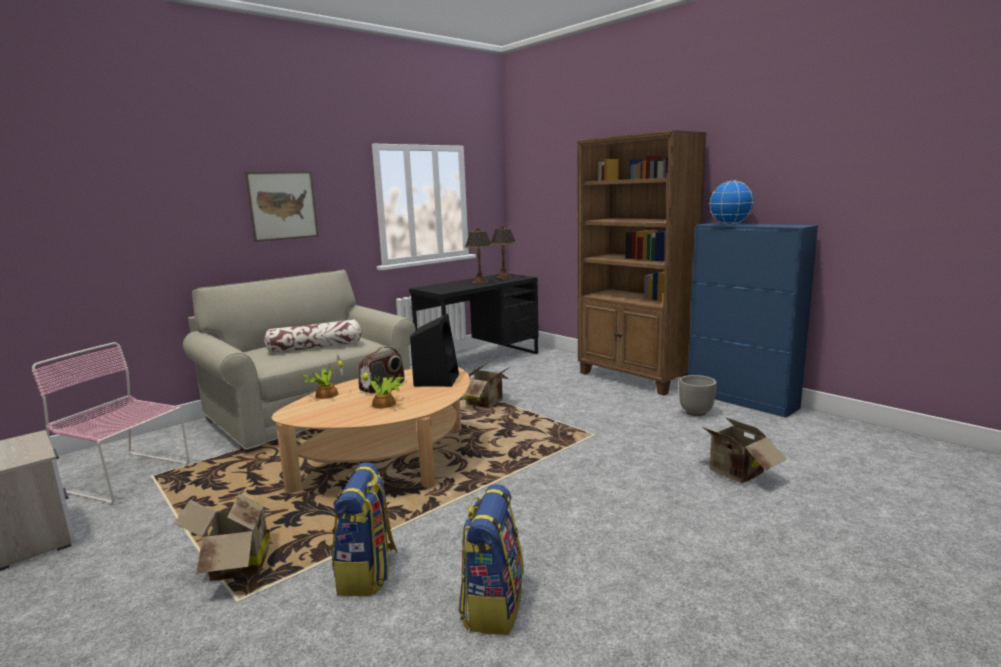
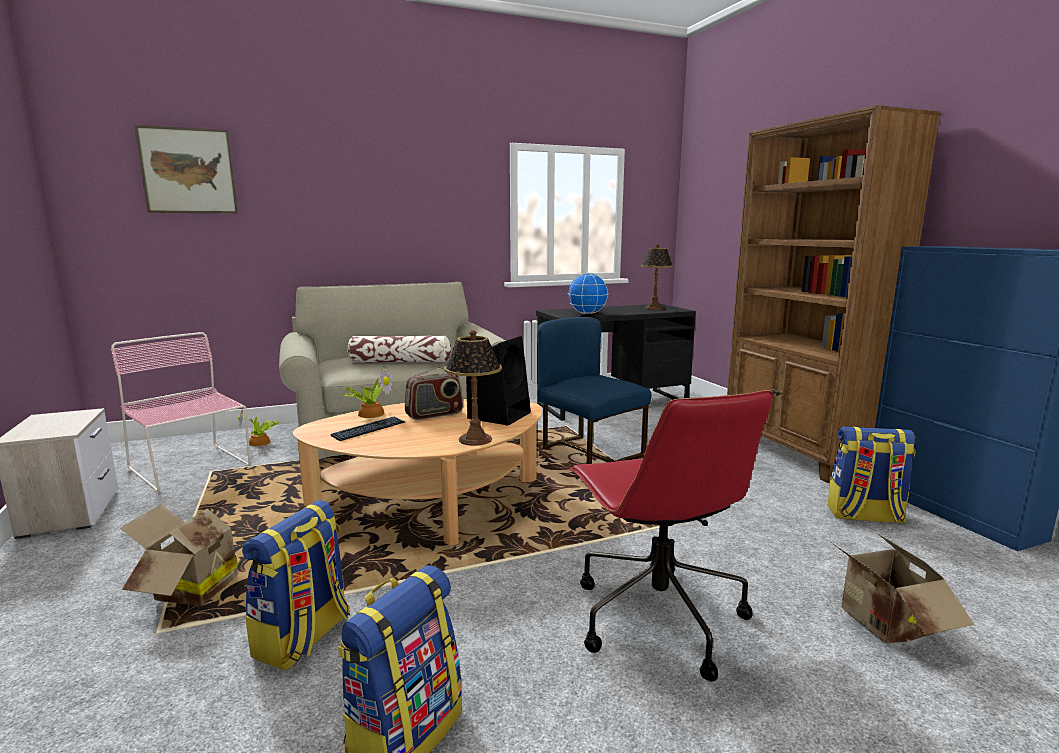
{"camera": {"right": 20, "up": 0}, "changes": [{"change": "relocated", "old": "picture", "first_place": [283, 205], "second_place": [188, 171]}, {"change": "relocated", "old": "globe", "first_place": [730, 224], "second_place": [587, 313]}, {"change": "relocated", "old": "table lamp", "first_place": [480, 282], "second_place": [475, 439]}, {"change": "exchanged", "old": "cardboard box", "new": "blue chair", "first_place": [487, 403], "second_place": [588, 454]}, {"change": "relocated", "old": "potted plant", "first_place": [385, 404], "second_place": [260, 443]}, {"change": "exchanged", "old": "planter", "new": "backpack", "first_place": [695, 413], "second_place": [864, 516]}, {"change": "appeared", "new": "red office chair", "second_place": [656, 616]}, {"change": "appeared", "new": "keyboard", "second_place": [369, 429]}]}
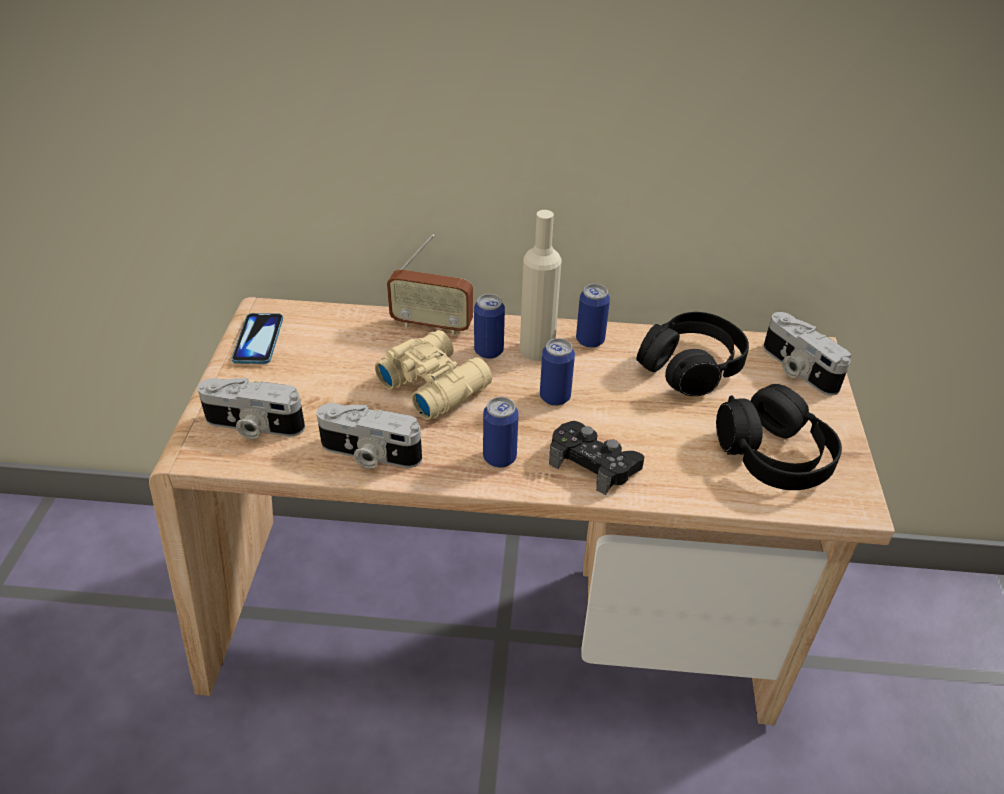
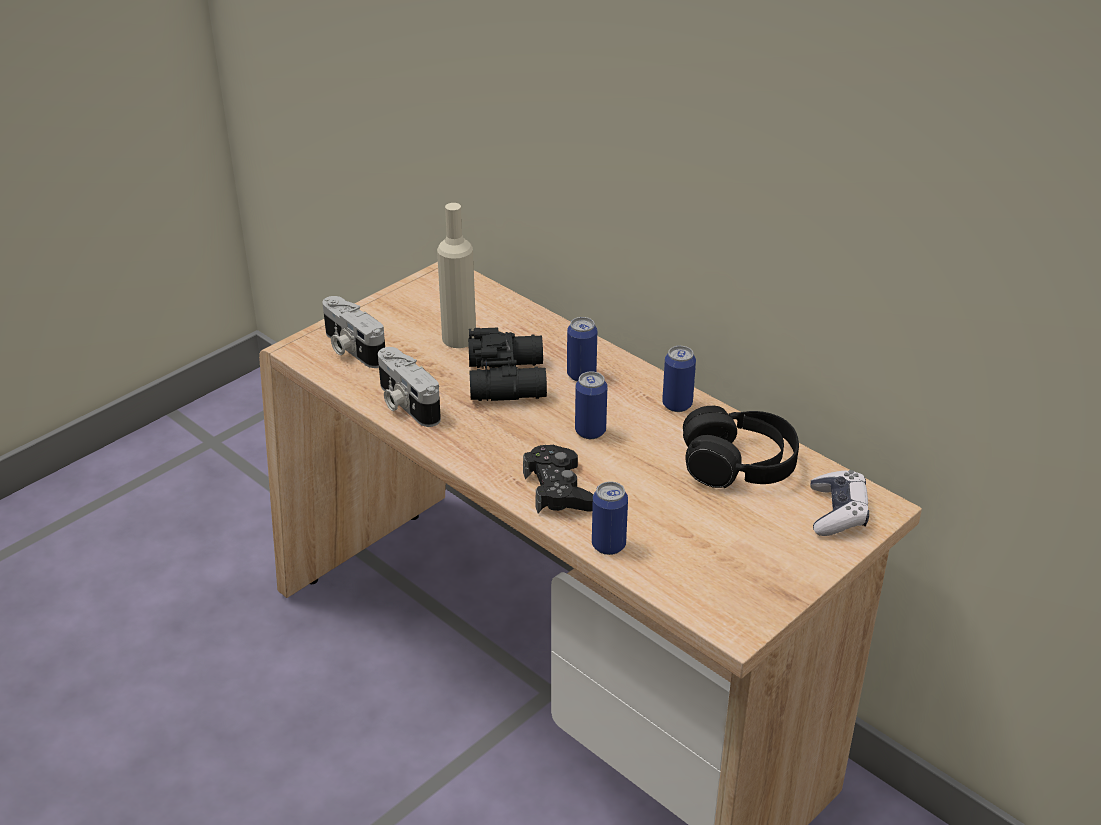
{"camera": {"right": 40, "up": -5}, "changes": [{"change": "relocated", "old": "beige bottle", "first_place": [537, 349], "second_place": [459, 338]}, {"change": "missing", "old": "radio", "first_place": [431, 325]}, {"change": "exchanged", "old": "photo camera", "new": "game controller", "first_place": [796, 369], "second_place": [837, 512]}, {"change": "missing", "old": "phone", "first_place": [258, 340]}, {"change": "colour", "old": "beige binoculars", "new": "black binoculars", "first_place": [434, 383], "second_place": [509, 379]}, {"change": "missing", "old": "black headphones", "first_place": [773, 455]}, {"change": "relocated", "old": "can", "first_place": [499, 457], "second_place": [608, 545]}]}
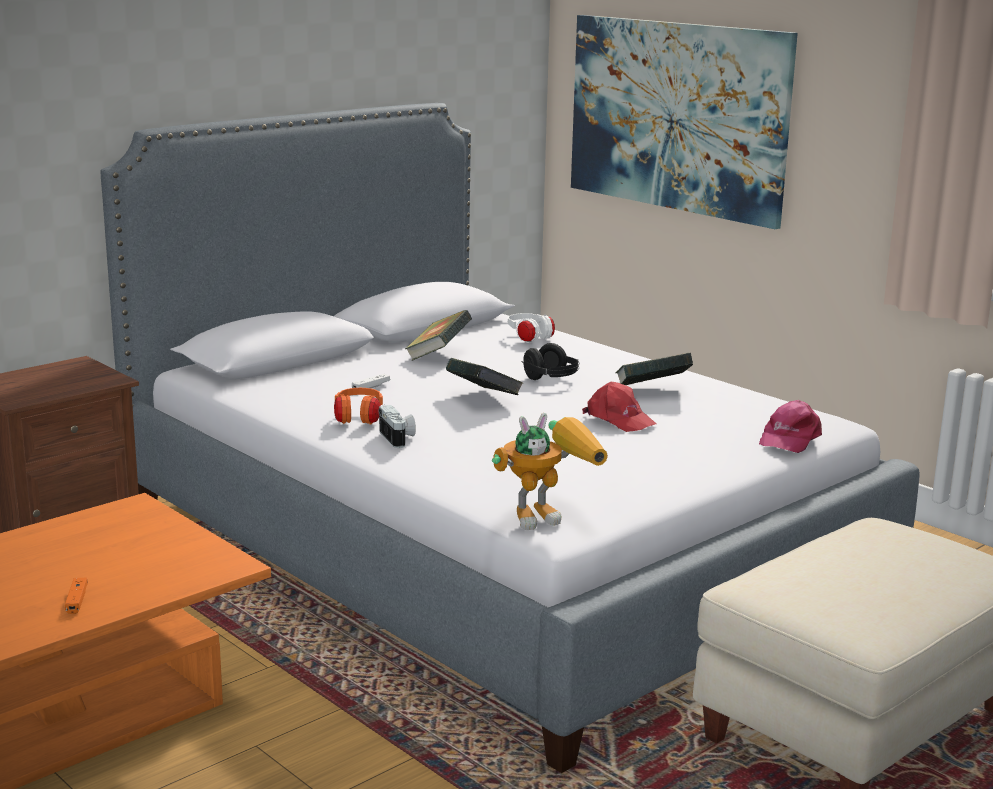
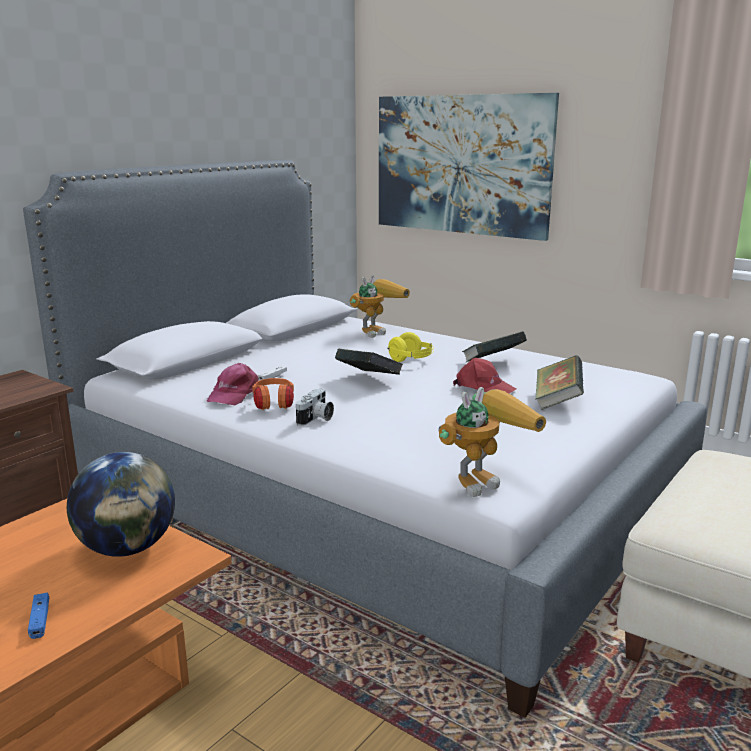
{"camera": {"right": -10, "up": 0}, "changes": [{"change": "relocated", "old": "book", "first_place": [438, 355], "second_place": [557, 401]}, {"change": "exchanged", "old": "white headphones", "new": "toy robot", "first_place": [529, 338], "second_place": [376, 331]}, {"change": "colour", "old": "black headphones", "new": "yellow headphones", "first_place": [551, 379], "second_place": [411, 360]}, {"change": "relocated", "old": "pink cap", "first_place": [789, 439], "second_place": [234, 394]}, {"change": "spun", "old": "photo camera", "first_place": [399, 438], "second_place": [316, 419], "degrees": 60}, {"change": "colour", "old": "orange game controller", "new": "blue game controller", "first_place": [77, 601], "second_place": [40, 620]}, {"change": "appeared", "new": "globe", "second_place": [127, 548]}]}
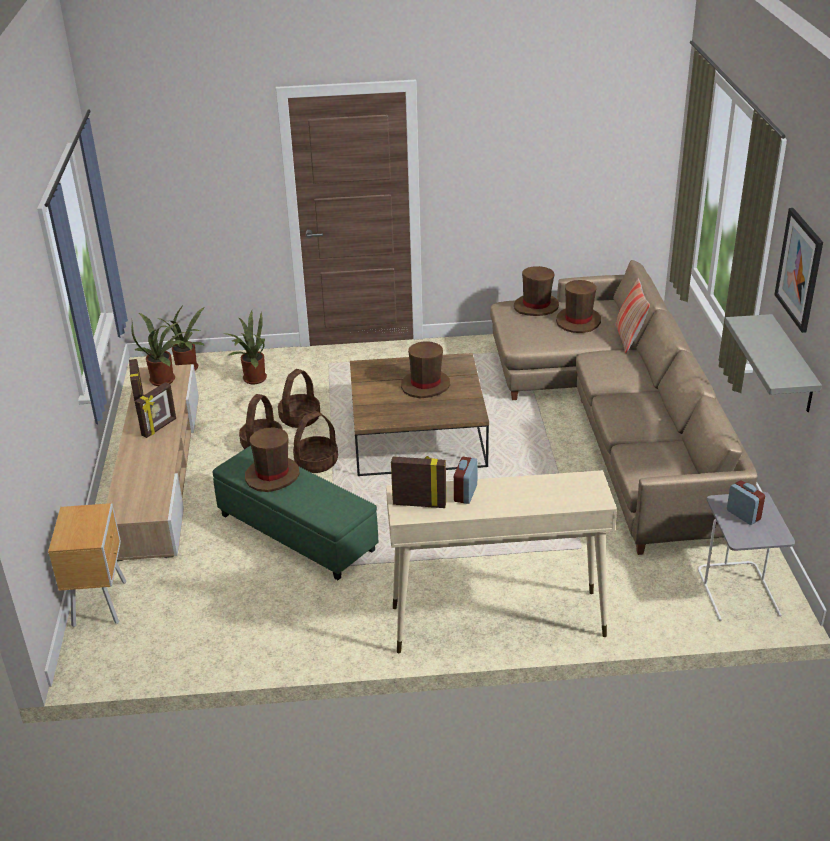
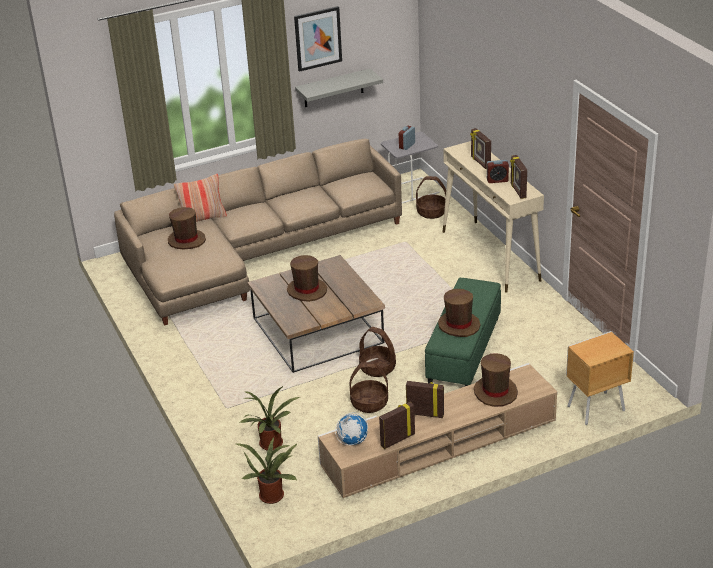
{"camera": {"right": -110, "up": 0}, "changes": [{"change": "relocated", "old": "brown hat", "first_place": [536, 306], "second_place": [495, 392]}, {"change": "exchanged", "old": "potted plant", "new": "globe", "first_place": [165, 379], "second_place": [352, 441]}, {"change": "relocated", "old": "basket", "first_place": [299, 418], "second_place": [431, 212]}, {"change": "appeared", "new": "picture frame", "second_place": [480, 162]}]}
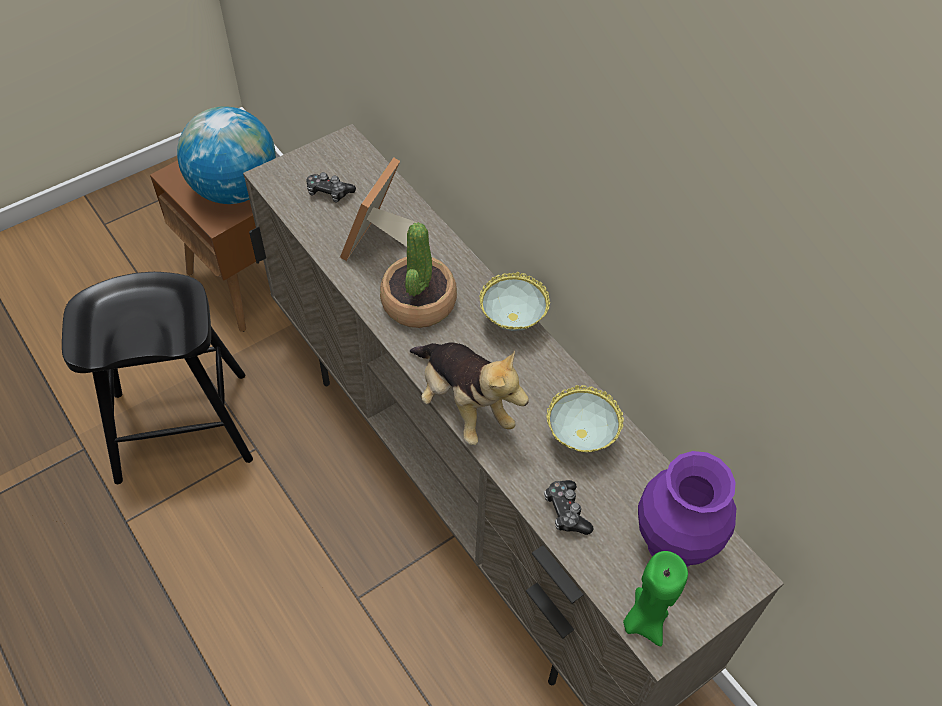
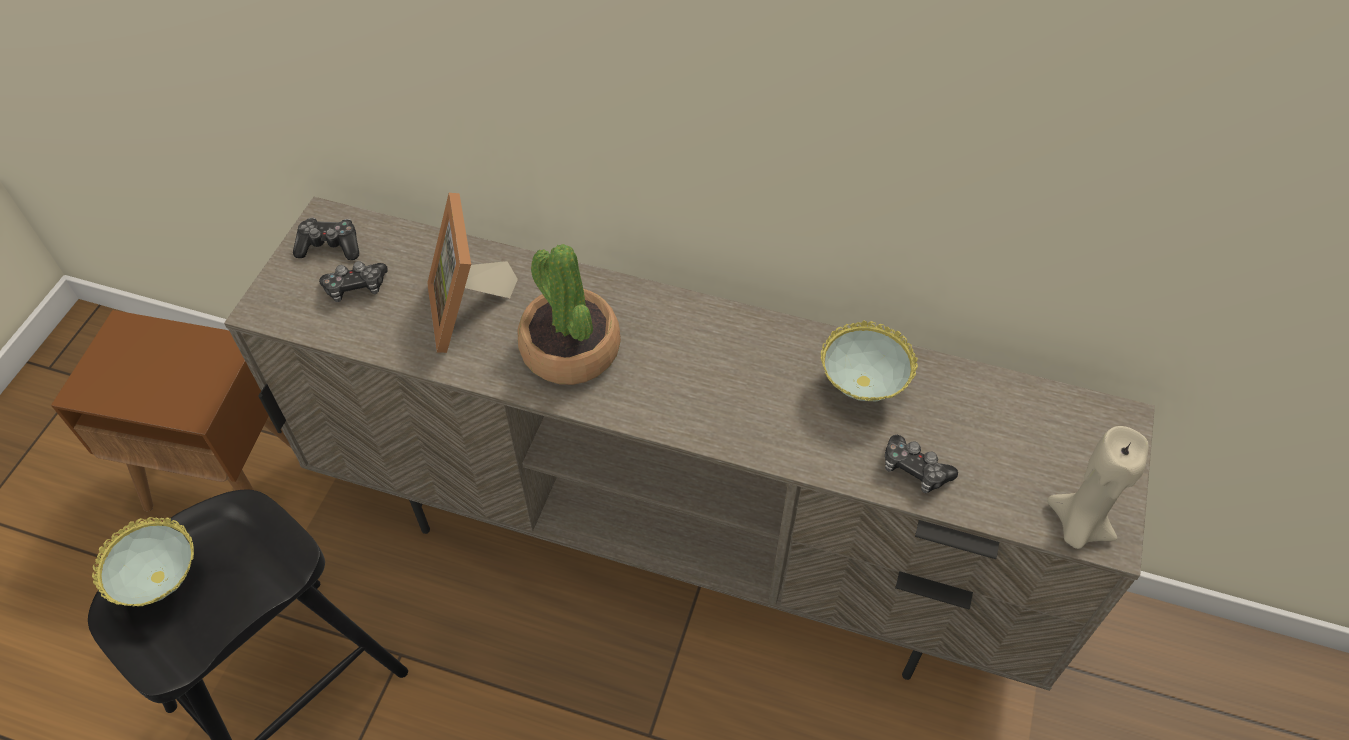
{"camera": {"right": -35, "up": 0}, "changes": [{"change": "missing", "old": "globe", "first_place": [235, 189]}, {"change": "relocated", "old": "bowl", "first_place": [512, 322], "second_place": [162, 582]}, {"change": "missing", "old": "plush toy", "first_place": [463, 404]}, {"change": "missing", "old": "purple vase", "first_place": [672, 543]}, {"change": "colour", "old": "green candle", "new": "beige candle", "first_place": [644, 620], "second_place": [1077, 526]}, {"change": "appeared", "new": "game controller", "second_place": [330, 246]}]}
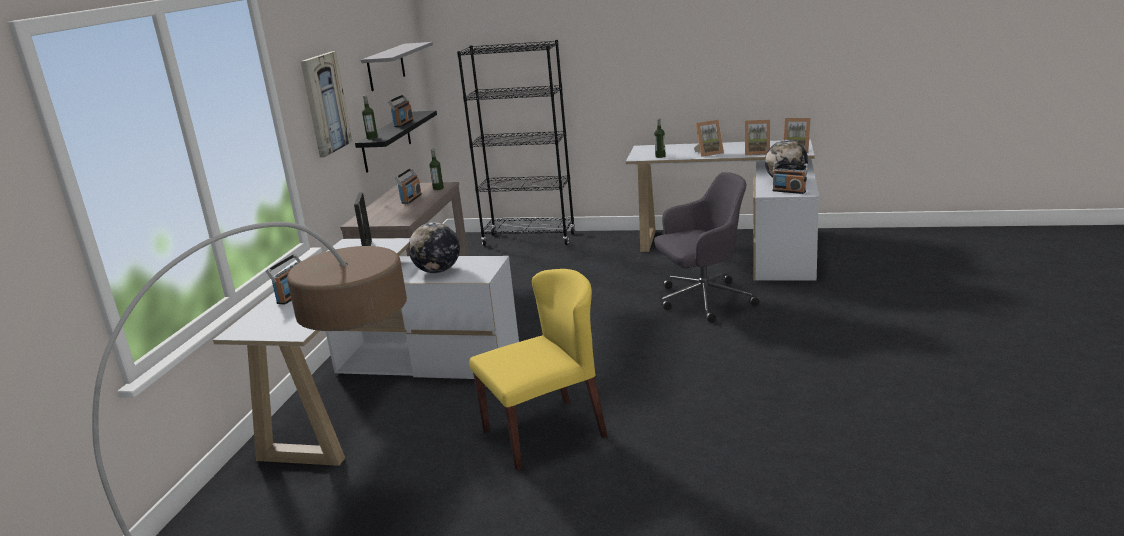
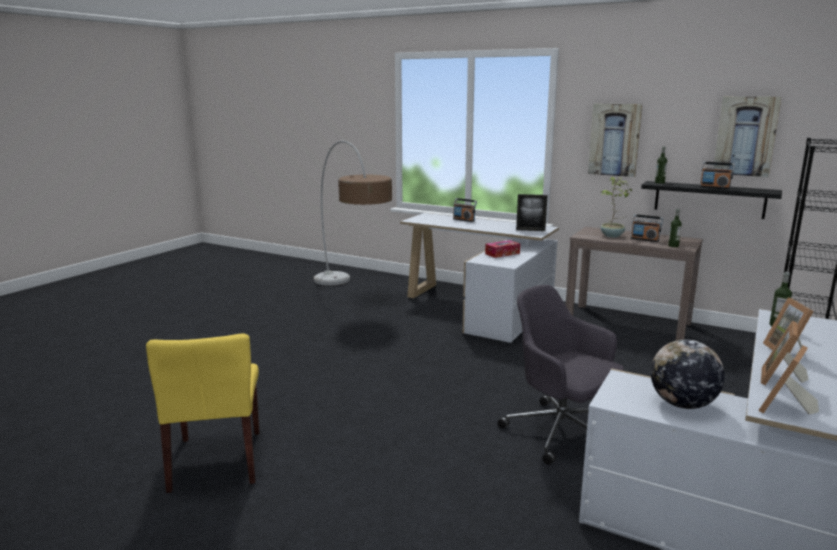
{"camera": {"right": 105, "up": -5}, "changes": [{"change": "exchanged", "old": "grey shelf", "new": "picture", "first_place": [386, 67], "second_place": [746, 136]}, {"change": "missing", "old": "radio", "first_place": [789, 191]}, {"change": "spun", "old": "grey office chair", "first_place": [702, 300], "second_place": [561, 432], "degrees": 135}, {"change": "exchanged", "old": "globe", "new": "tissue box", "first_place": [437, 271], "second_place": [502, 254]}, {"change": "relocated", "old": "yellow chair", "first_place": [545, 433], "second_place": [217, 460]}, {"change": "appeared", "new": "potted plant", "second_place": [612, 236]}]}
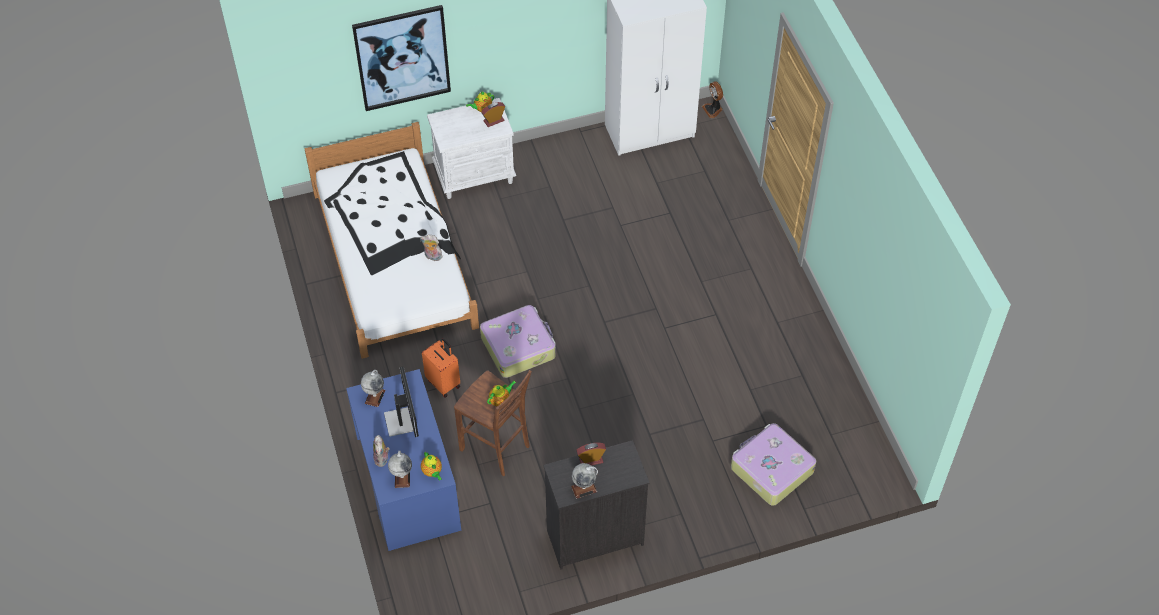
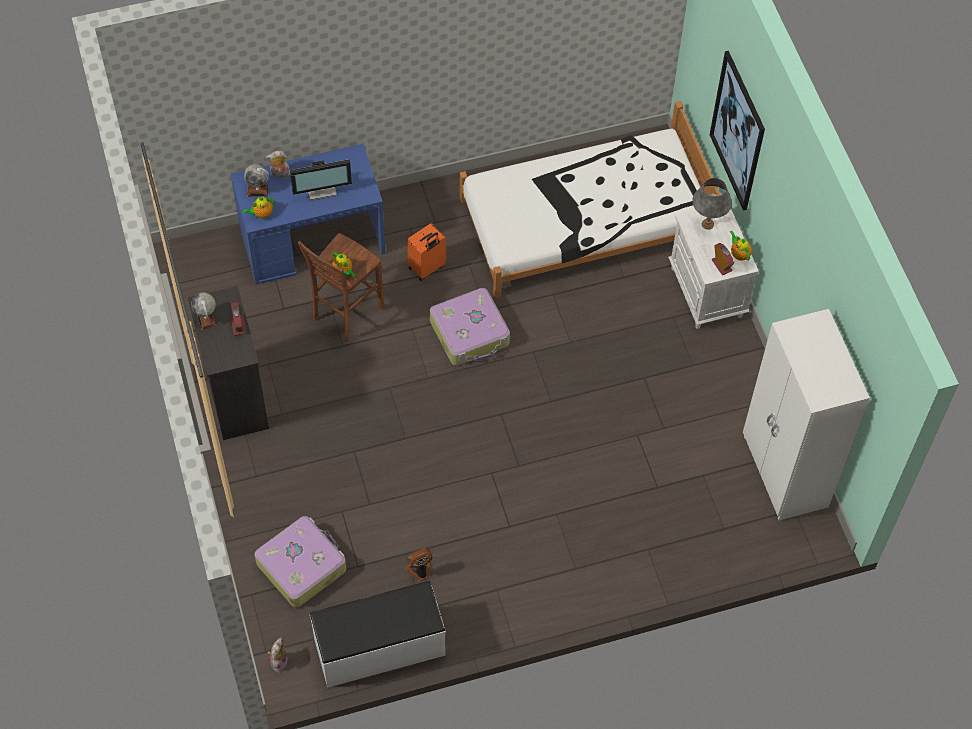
{"camera": {"right": 90, "up": 5}, "changes": [{"change": "relocated", "old": "fan", "first_place": [713, 109], "second_place": [420, 570]}, {"change": "relocated", "old": "plush toy", "first_place": [432, 257], "second_place": [278, 661]}, {"change": "missing", "old": "globe", "first_place": [375, 396]}, {"change": "appeared", "new": "grey table lamp", "second_place": [708, 224]}, {"change": "appeared", "new": "white bench", "second_place": [380, 648]}]}
